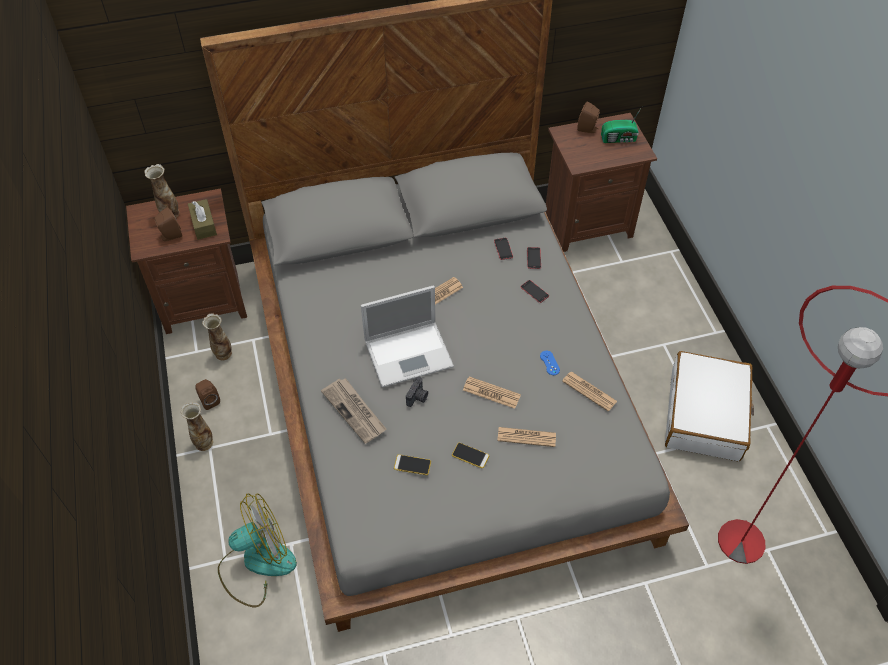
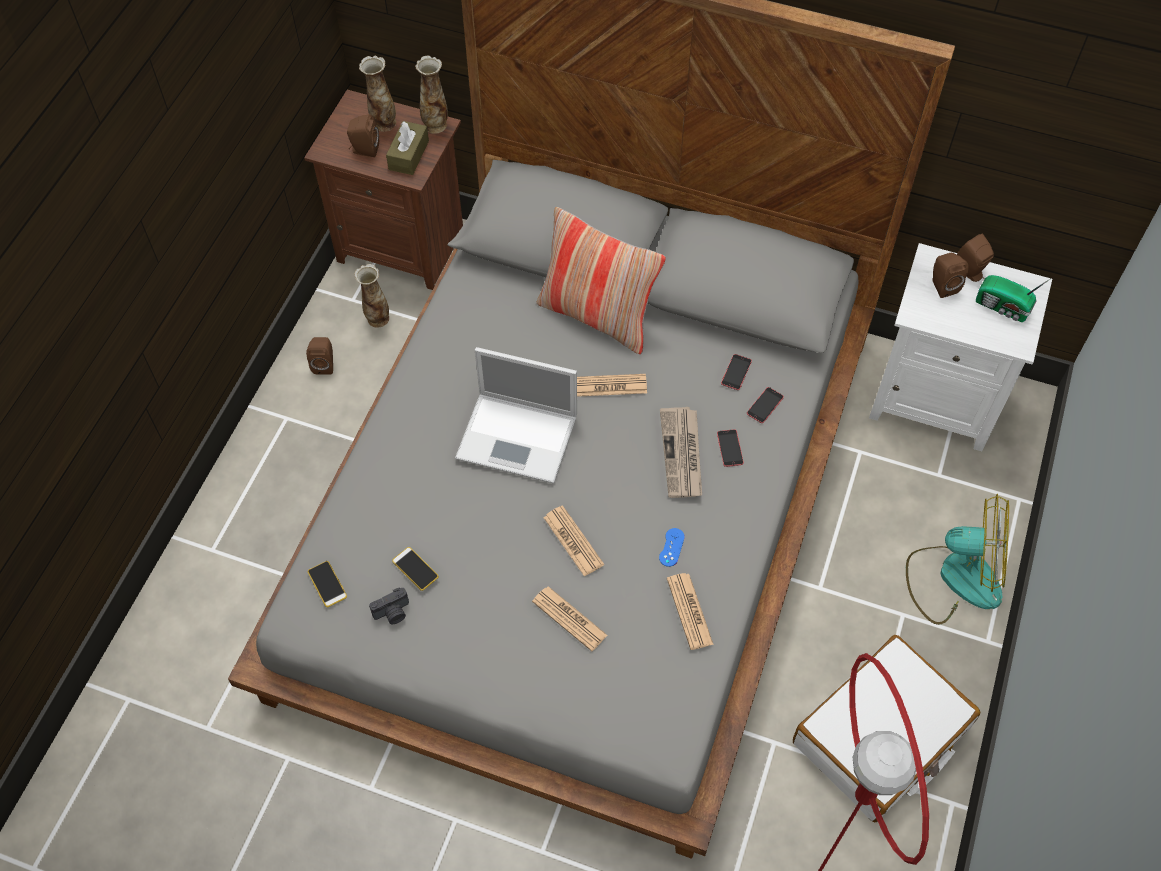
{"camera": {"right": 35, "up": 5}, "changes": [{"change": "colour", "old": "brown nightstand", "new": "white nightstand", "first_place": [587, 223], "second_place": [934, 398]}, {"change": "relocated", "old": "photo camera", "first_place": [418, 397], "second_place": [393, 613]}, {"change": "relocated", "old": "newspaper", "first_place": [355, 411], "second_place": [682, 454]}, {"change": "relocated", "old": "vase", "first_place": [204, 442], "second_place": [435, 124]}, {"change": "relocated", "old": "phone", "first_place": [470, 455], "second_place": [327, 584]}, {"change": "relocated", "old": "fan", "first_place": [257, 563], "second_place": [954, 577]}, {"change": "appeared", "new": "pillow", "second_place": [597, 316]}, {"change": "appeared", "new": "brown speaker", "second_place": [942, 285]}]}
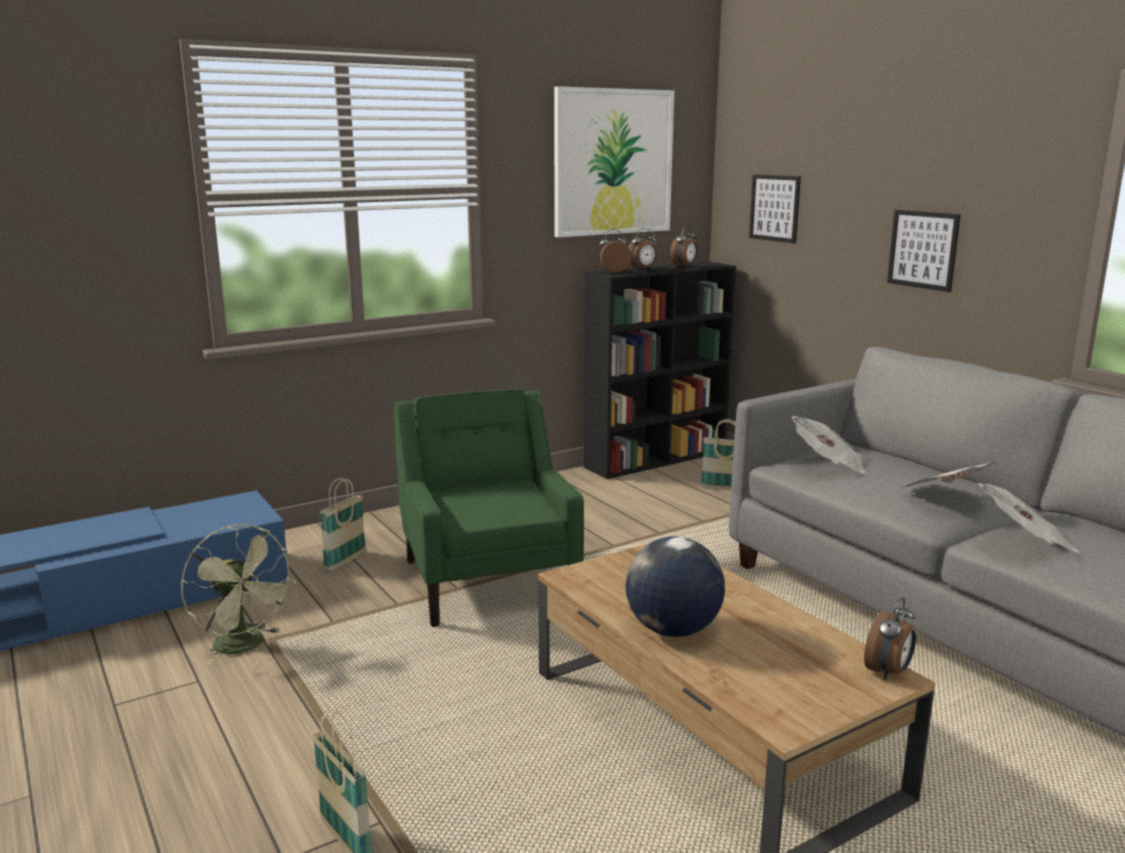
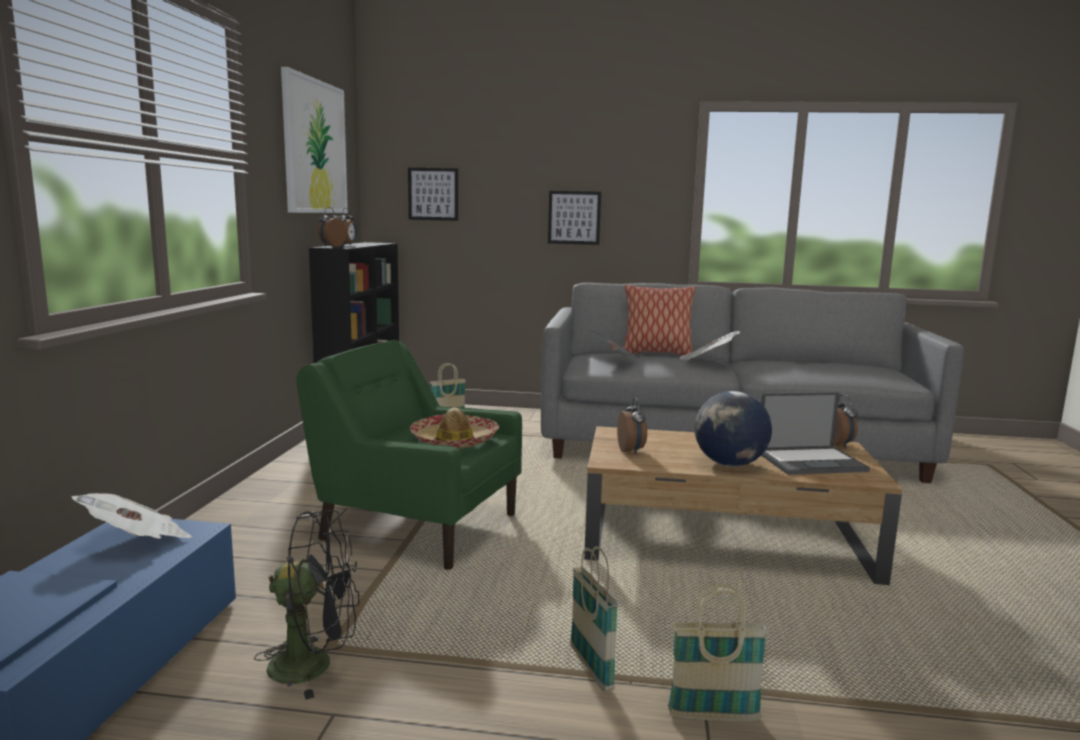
{"camera": {"right": -50, "up": -5}, "changes": [{"change": "relocated", "old": "alarm clock", "first_place": [684, 266], "second_place": [631, 451]}, {"change": "relocated", "old": "basket", "first_place": [345, 561], "second_place": [591, 668]}, {"change": "relocated", "old": "newspaper", "first_place": [1024, 540], "second_place": [137, 541]}, {"change": "colour", "old": "green fan", "new": "black fan", "first_place": [246, 646], "second_place": [315, 664]}, {"change": "appeared", "new": "pillow", "second_place": [656, 354]}, {"change": "appeared", "new": "laptop", "second_place": [811, 461]}, {"change": "appeared", "new": "hat", "second_place": [454, 441]}]}
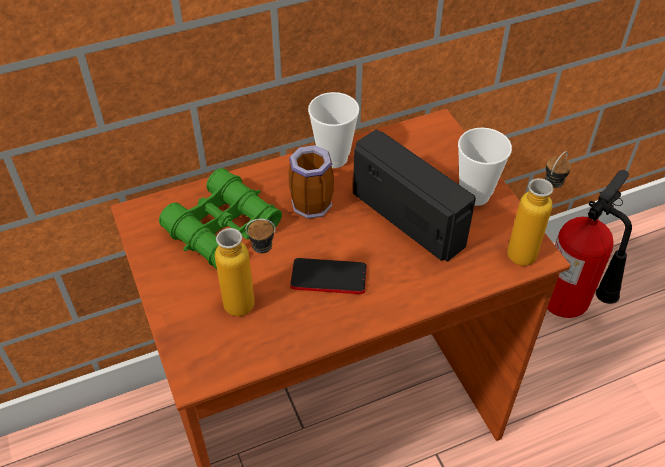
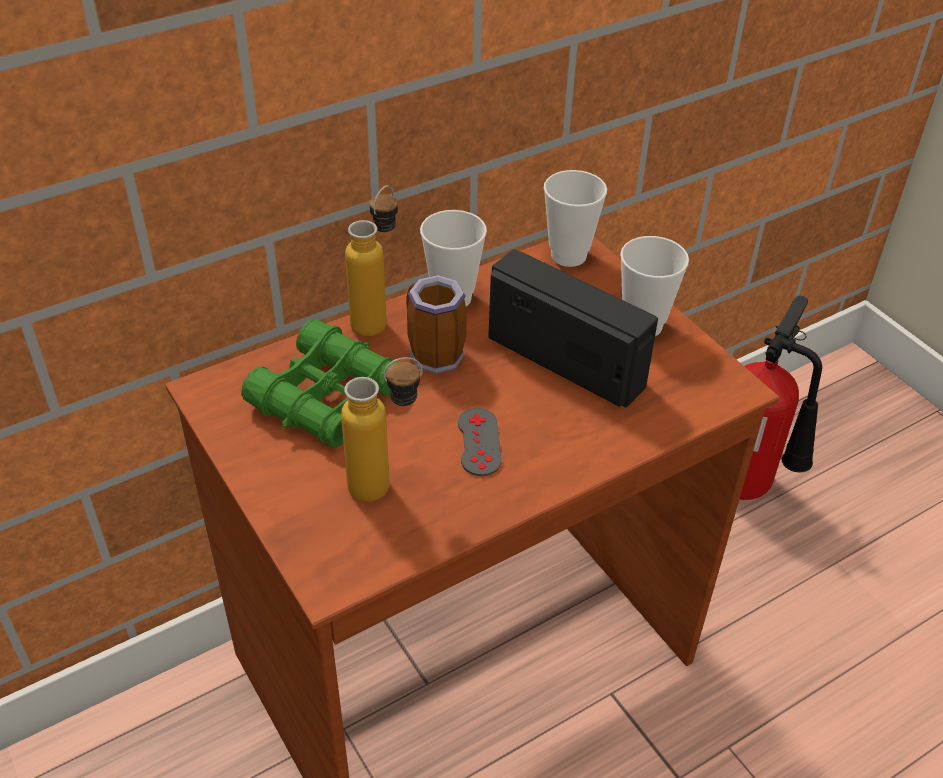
{"camera": {"right": -10, "up": -5}, "changes": [{"change": "relocated", "old": "bottle", "first_place": [528, 248], "second_place": [377, 318]}, {"change": "exchanged", "old": "phone", "new": "grey game controller", "first_place": [328, 277], "second_place": [479, 442]}, {"change": "appeared", "new": "cup", "second_place": [568, 255]}]}
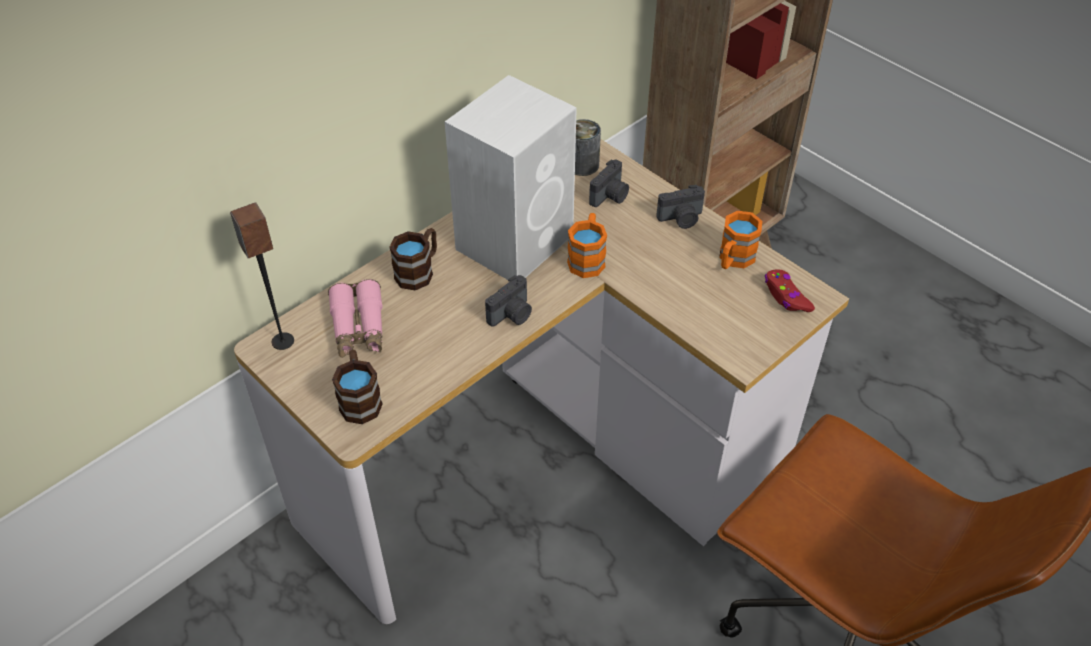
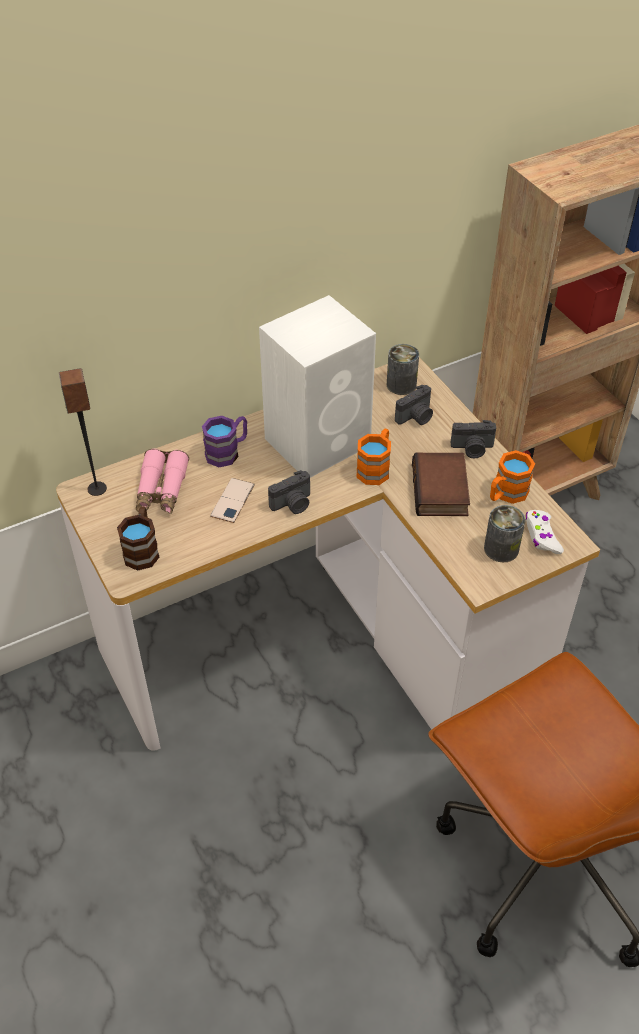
{"camera": {"right": 15, "up": 0}, "changes": [{"change": "colour", "old": "brown mug", "new": "purple mug", "first_place": [419, 271], "second_place": [227, 451]}, {"change": "colour", "old": "red game controller", "new": "white game controller", "first_place": [786, 296], "second_place": [542, 536]}, {"change": "appeared", "new": "book", "second_place": [442, 491]}, {"change": "appeared", "new": "phone", "second_place": [232, 500]}, {"change": "appeared", "new": "can", "second_place": [501, 549]}]}
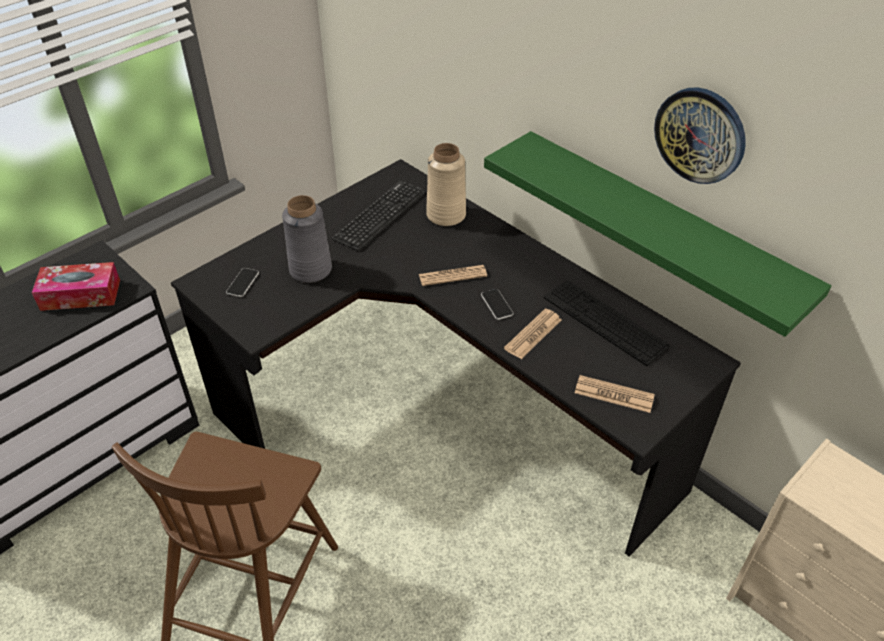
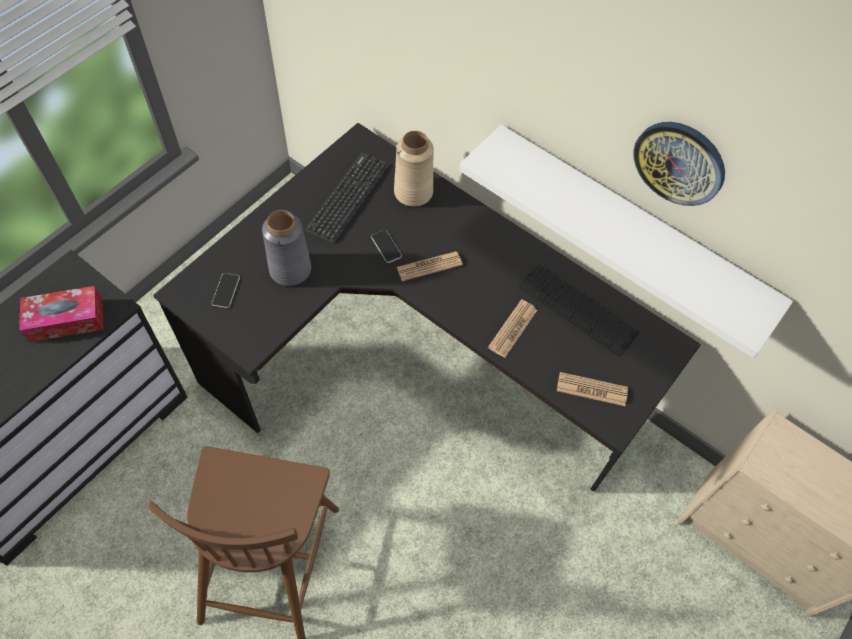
{"camera": {"right": -10, "up": 15}, "changes": [{"change": "colour", "old": "green shelf", "new": "white shelf", "first_place": [658, 227], "second_place": [629, 227]}, {"change": "relocated", "old": "phone", "first_place": [496, 305], "second_place": [386, 247]}]}
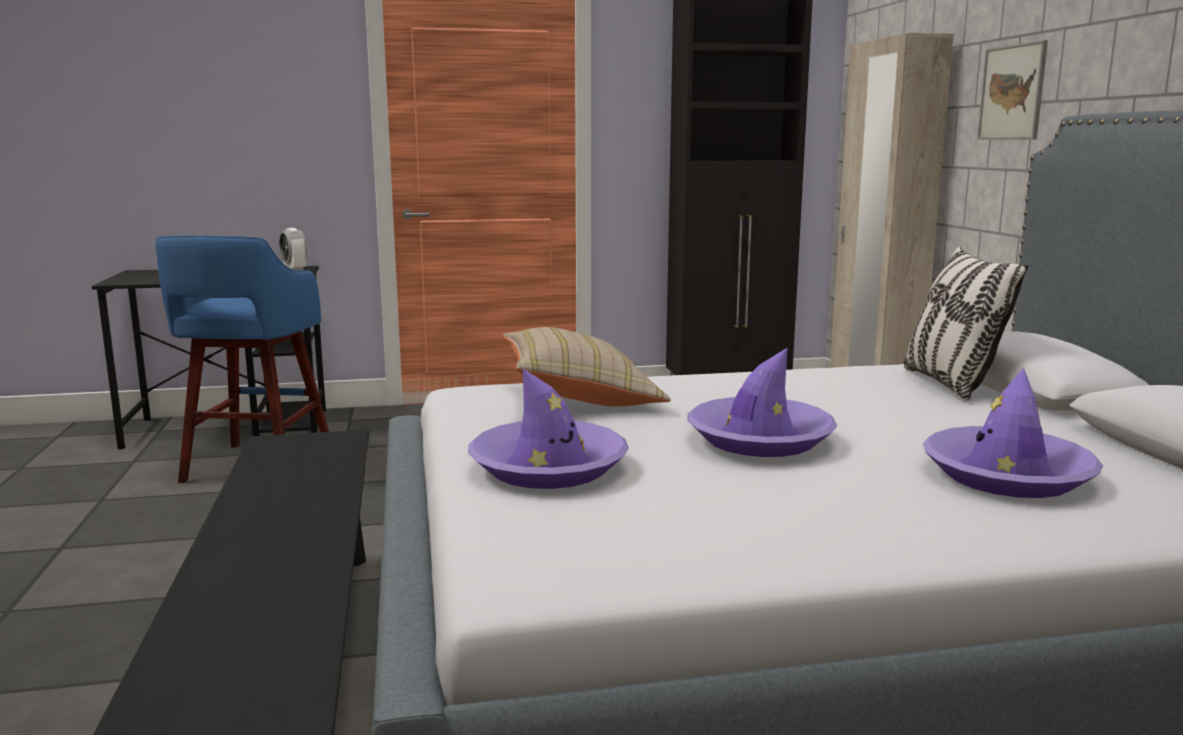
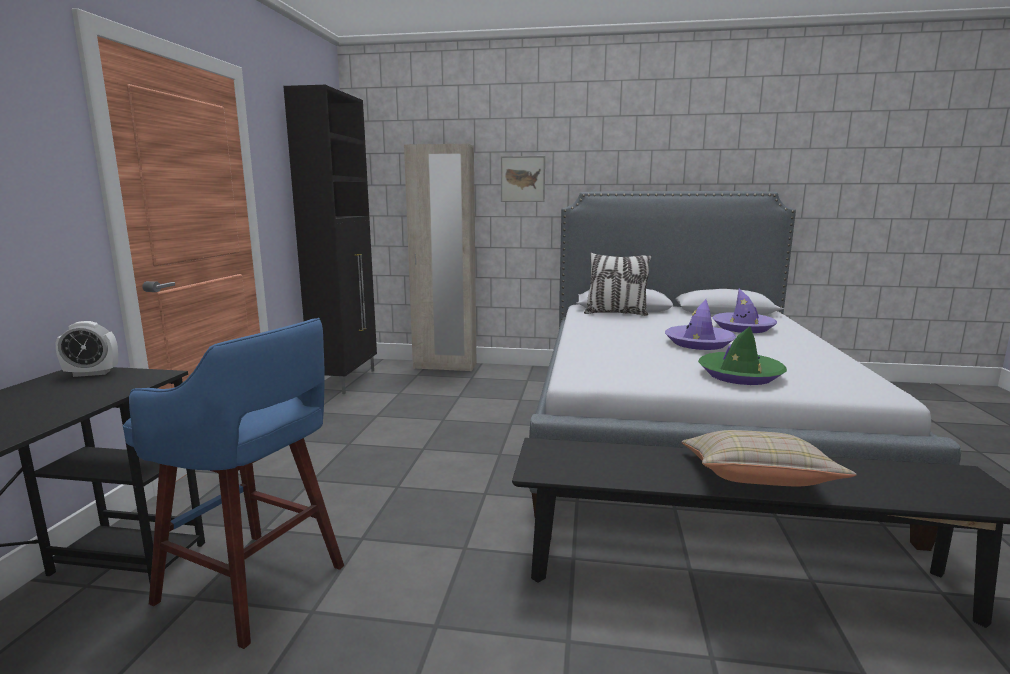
{"camera": {"right": -70, "up": 0}, "changes": [{"change": "relocated", "old": "beige pillow", "first_place": [580, 397], "second_place": [755, 481]}, {"change": "colour", "old": "purple hat", "new": "green hat", "first_place": [548, 467], "second_place": [740, 375]}]}
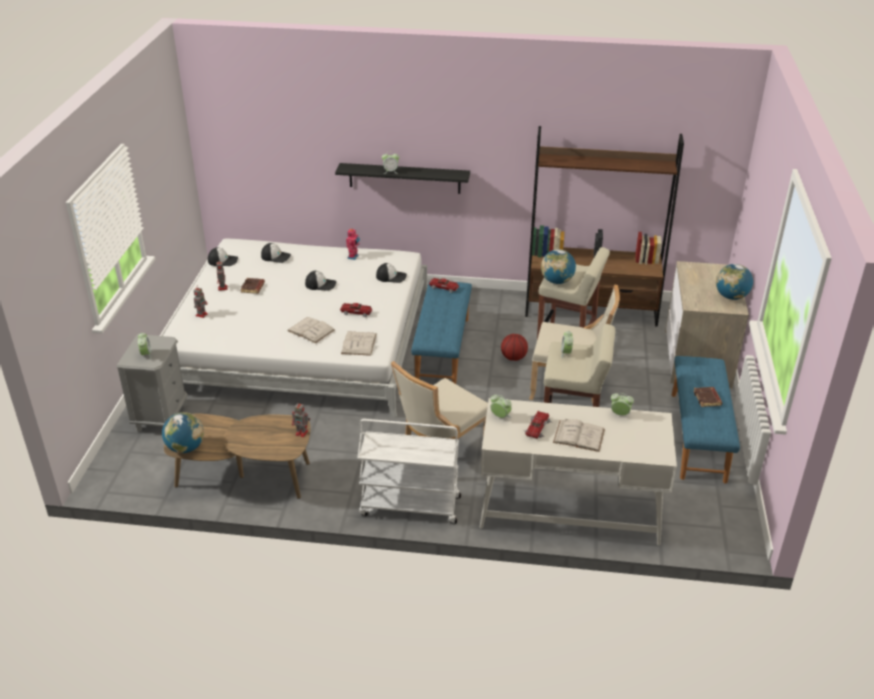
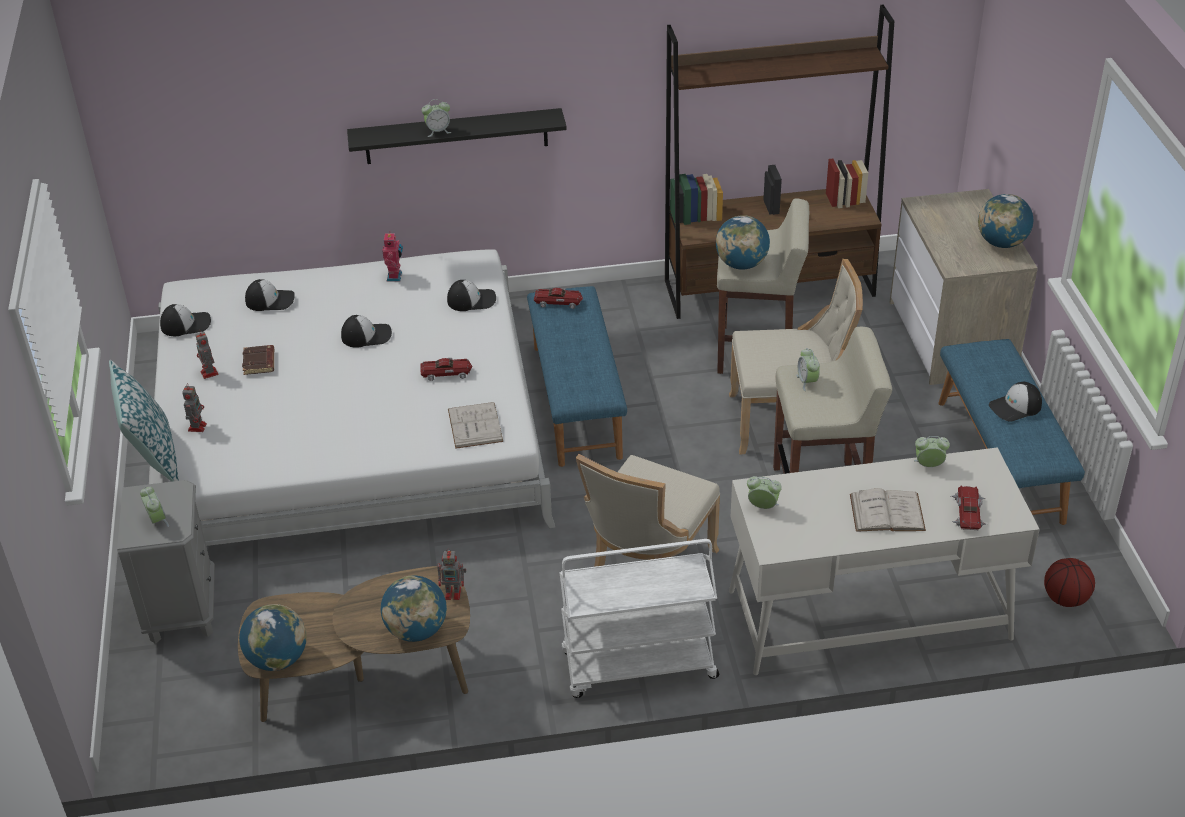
{"camera": {"right": -15, "up": 5}, "changes": [{"change": "missing", "old": "white book", "first_place": [311, 330]}, {"change": "relocated", "old": "basketball", "first_place": [514, 358], "second_place": [1066, 599]}, {"change": "exchanged", "old": "brown book", "new": "cap", "first_place": [707, 399], "second_place": [1015, 407]}, {"change": "relocated", "old": "toy car", "first_place": [537, 428], "second_place": [967, 512]}, {"change": "appeared", "new": "pillow", "second_place": [153, 457]}, {"change": "appeared", "new": "globe", "second_place": [416, 630]}]}
